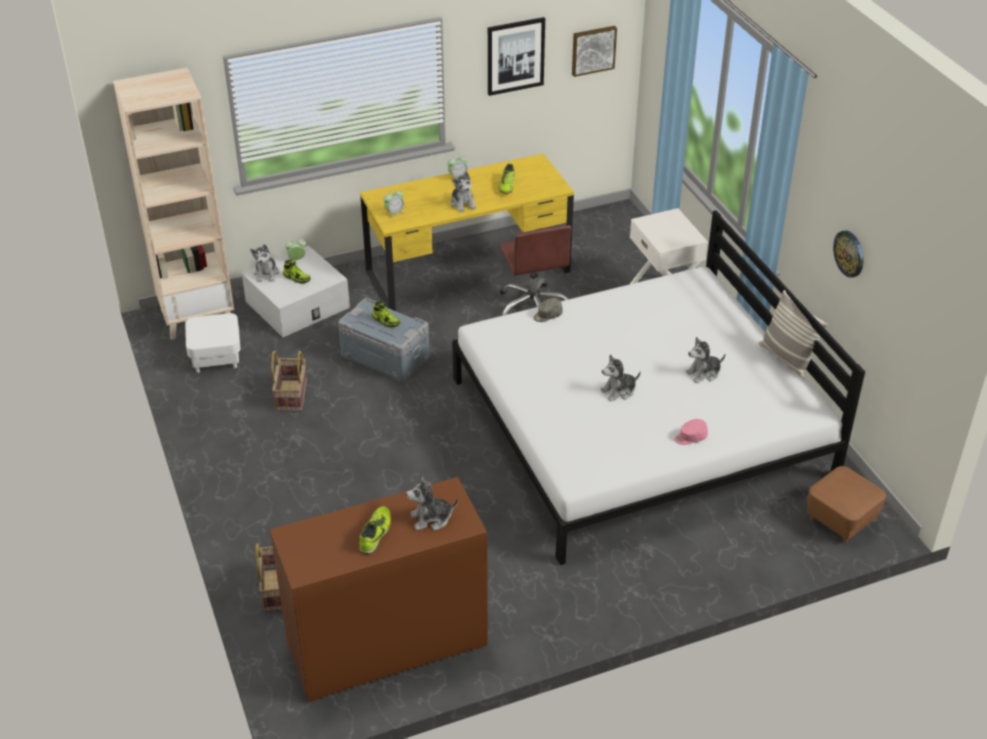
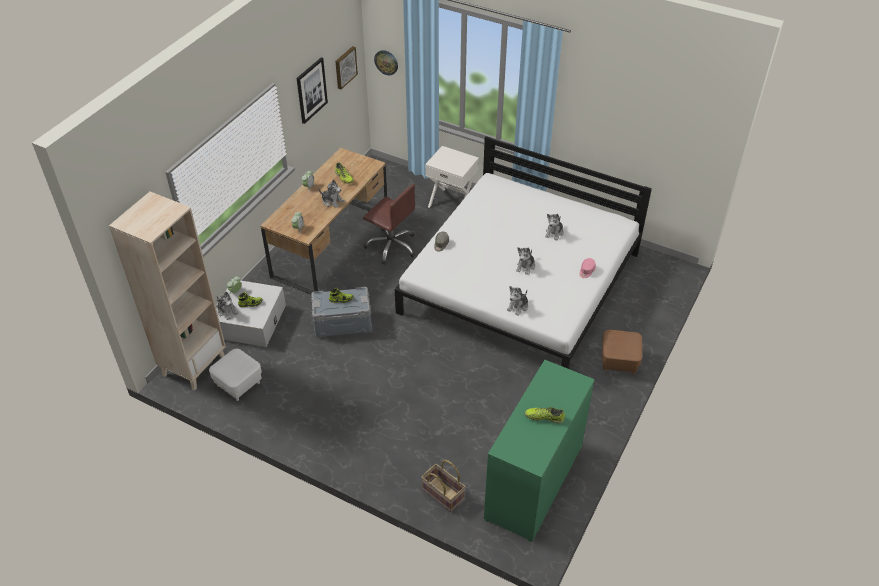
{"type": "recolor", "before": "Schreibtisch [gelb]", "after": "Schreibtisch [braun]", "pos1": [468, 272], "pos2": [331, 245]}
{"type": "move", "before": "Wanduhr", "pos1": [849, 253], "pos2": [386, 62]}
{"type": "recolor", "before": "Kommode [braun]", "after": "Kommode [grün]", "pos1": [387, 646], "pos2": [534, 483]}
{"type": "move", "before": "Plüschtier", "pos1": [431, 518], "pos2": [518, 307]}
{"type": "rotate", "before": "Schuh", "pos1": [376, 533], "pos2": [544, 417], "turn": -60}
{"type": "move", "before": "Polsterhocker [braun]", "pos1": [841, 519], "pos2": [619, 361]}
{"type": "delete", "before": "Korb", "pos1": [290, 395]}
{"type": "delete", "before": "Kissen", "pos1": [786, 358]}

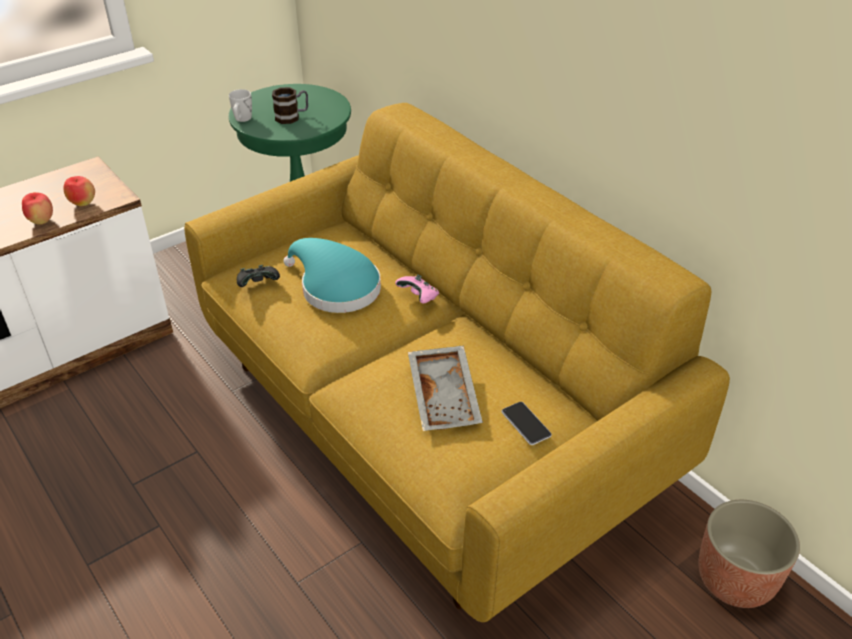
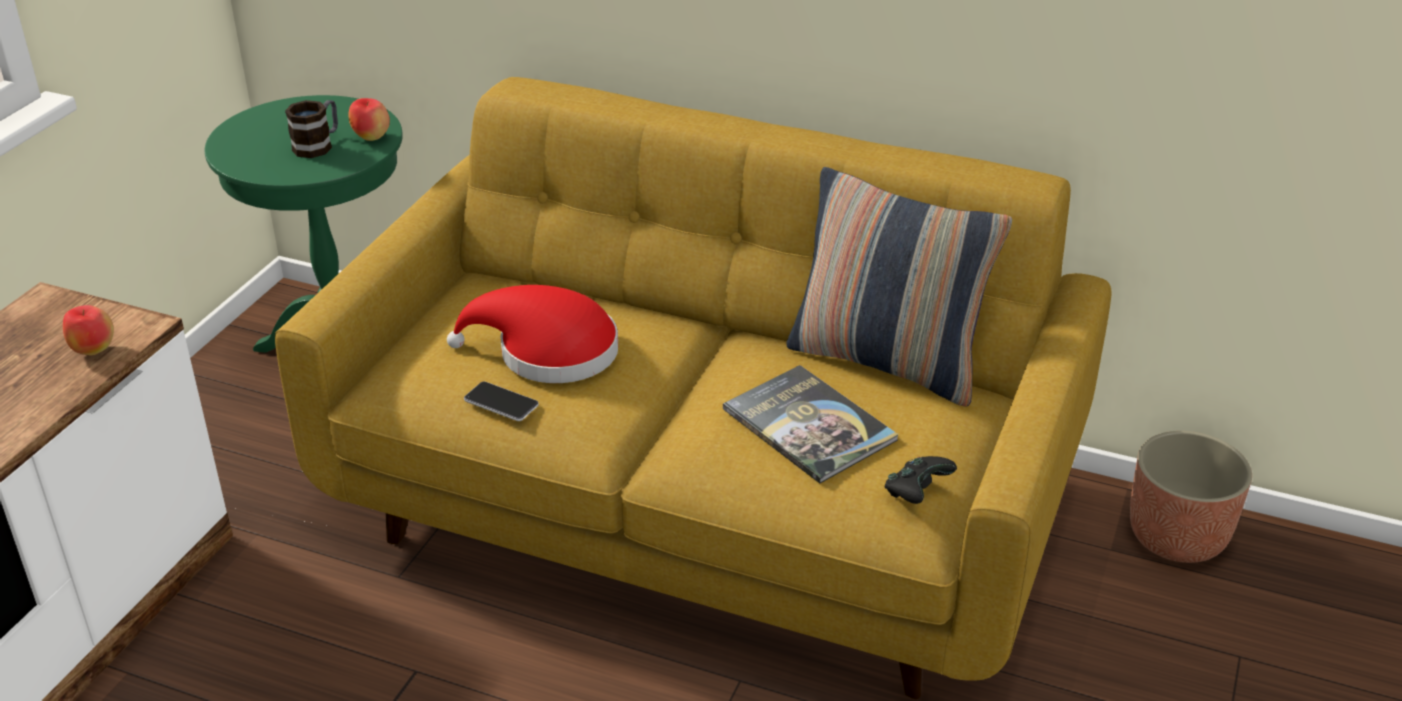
{"type": "move", "before": "Apfel", "pos1": [42, 221], "pos2": [371, 138]}
{"type": "recolor", "before": "Hut [türkis]", "after": "Hut [rot]", "pos1": [335, 288], "pos2": [548, 352]}
{"type": "move", "before": "Handy", "pos1": [526, 424], "pos2": [501, 403]}
{"type": "replace", "before": "Tablett [grau]", "after": "Buch", "pos1": [445, 397], "pos2": [809, 425]}
{"type": "insert", "after": "Kissen", "pos2": [887, 362]}
{"type": "move", "before": "Gamepad [schwarz]", "pos1": [258, 284], "pos2": [916, 492]}
{"type": "delete", "before": "Henkelbecher [weiß]", "pos1": [242, 120]}
{"type": "delete", "before": "Gamepad [rosa]", "pos1": [419, 297]}

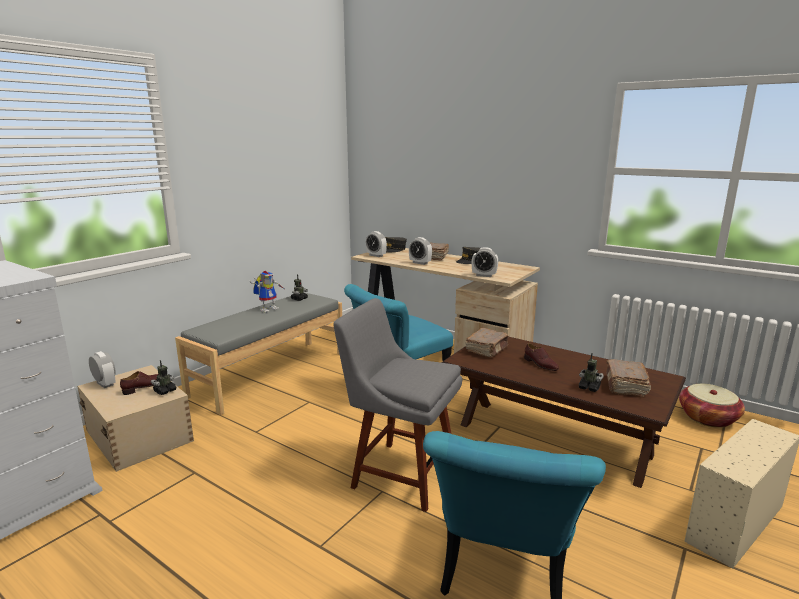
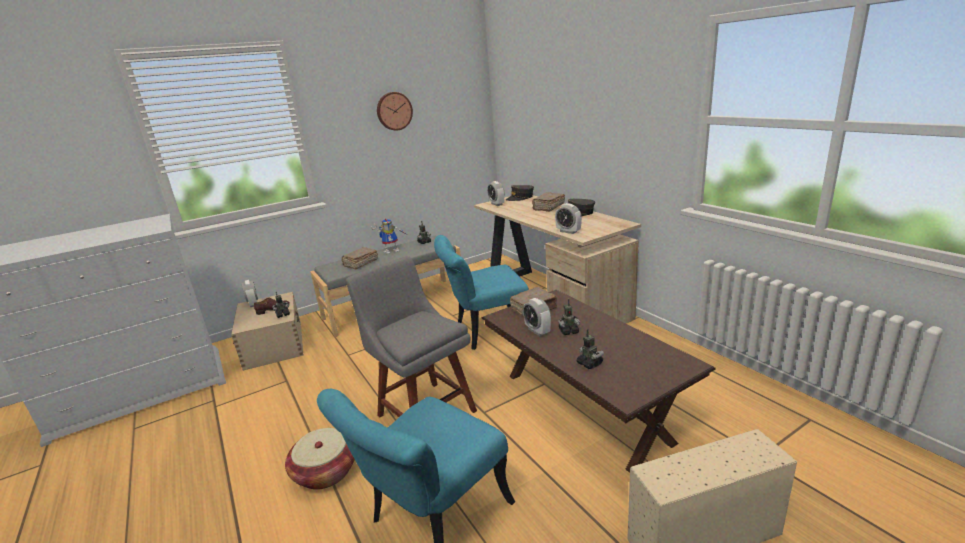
{"type": "move", "before": "Korb", "pos1": [707, 418], "pos2": [326, 471]}
{"type": "move", "before": "Buch [braun]", "pos1": [625, 386], "pos2": [360, 263]}
{"type": "insert", "after": "Wanduhr", "pos2": [394, 111]}
{"type": "move", "before": "Wecker", "pos1": [420, 263], "pos2": [537, 331]}
{"type": "replace", "before": "Schuh [braun]", "after": "Spielzeugroboter", "pos1": [540, 364], "pos2": [568, 331]}

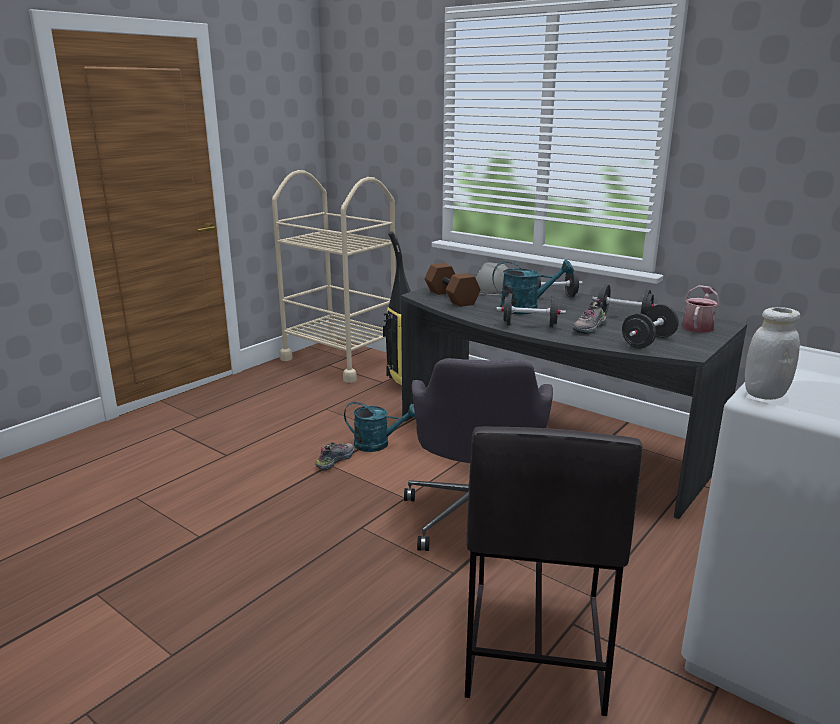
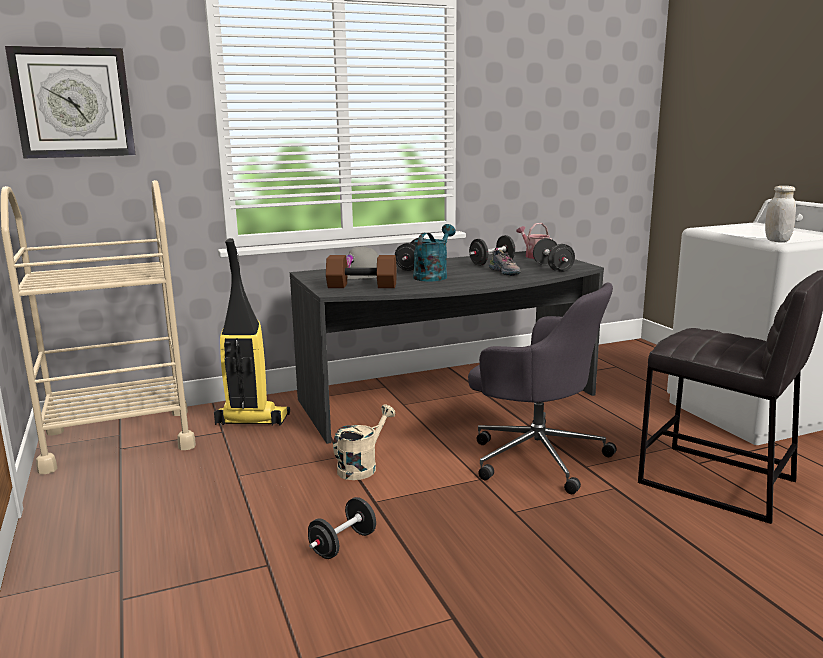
{"type": "insert", "after": "Wanduhr", "pos2": [73, 103]}
{"type": "move", "before": "Hantel [schwarz]", "pos1": [529, 325], "pos2": [343, 544]}
{"type": "recolor", "before": "Gießkanne [türkis]", "after": "Gießkanne [beige]", "pos1": [378, 444], "pos2": [362, 467]}
{"type": "delete", "before": "Schuh", "pos1": [335, 460]}

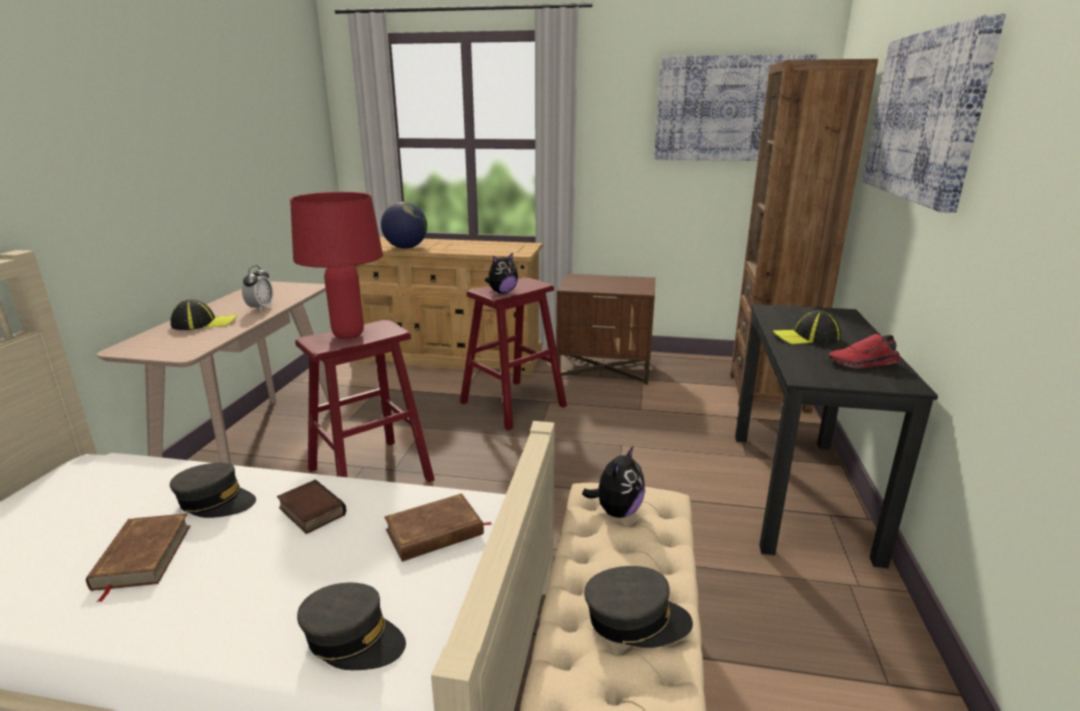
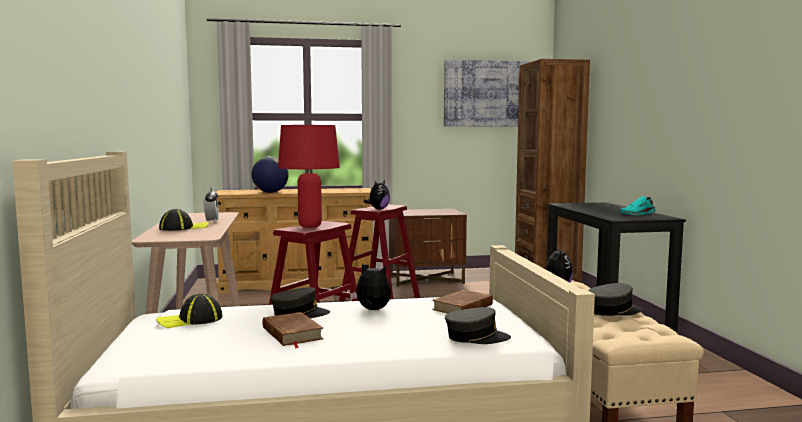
{"type": "move", "before": "Kappe", "pos1": [806, 337], "pos2": [190, 320]}
{"type": "replace", "before": "Buch", "after": "Plüschtier", "pos1": [310, 512], "pos2": [372, 310]}
{"type": "recolor", "before": "Schuh [rot]", "after": "Schuh [türkis]", "pos1": [863, 364], "pos2": [638, 214]}
{"type": "delete", "before": "Bild", "pos1": [927, 116]}

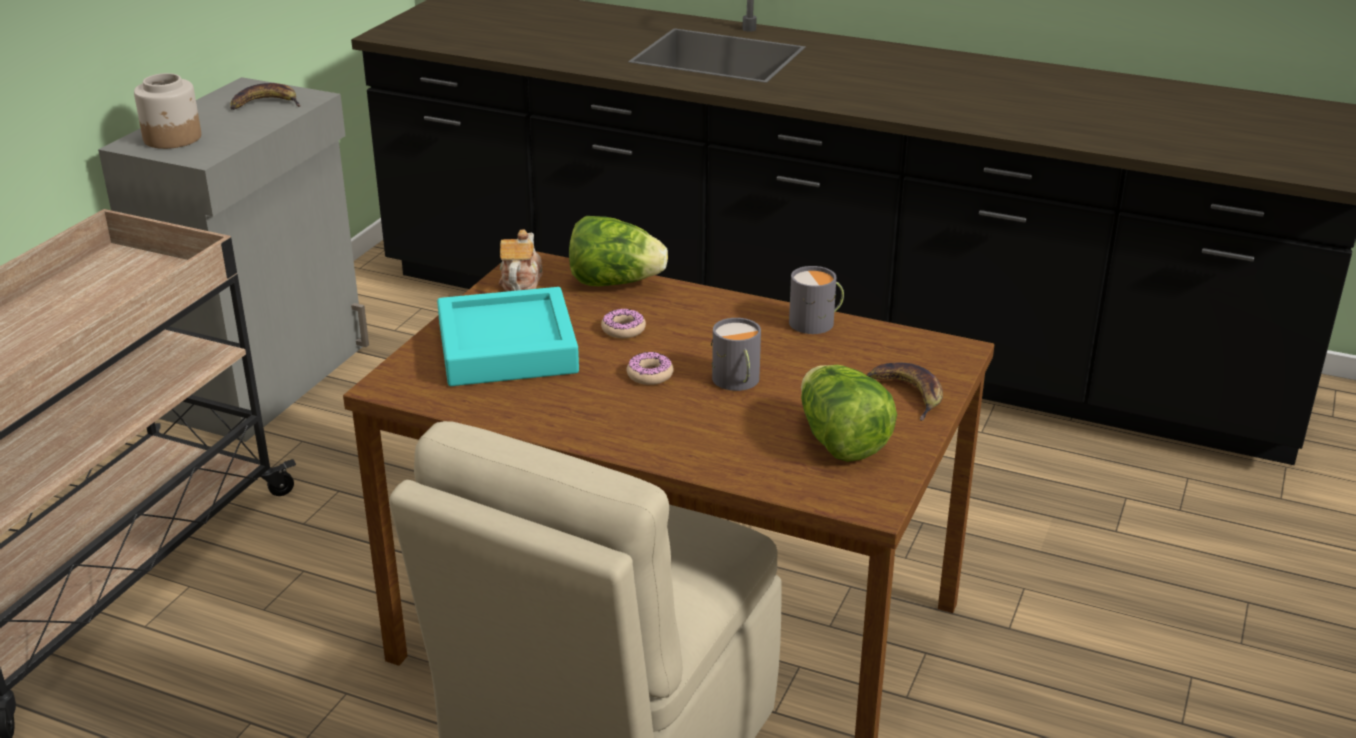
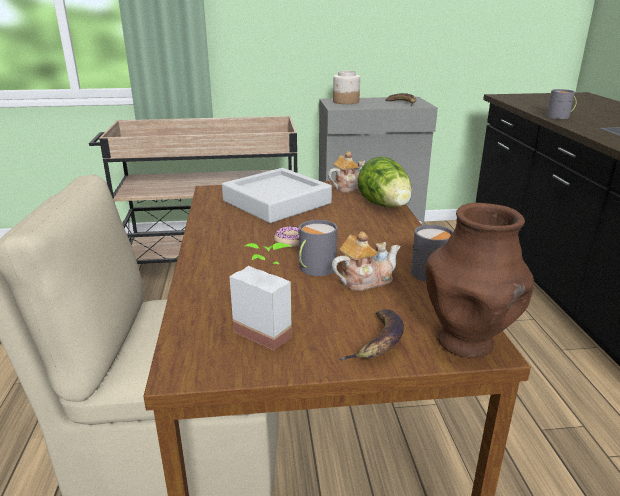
{"type": "recolor", "before": "Tablett [türkis]", "after": "Tablett [grau]", "pos1": [507, 348], "pos2": [277, 202]}
{"type": "replace", "before": "Salatkopf", "after": "Topfpflanze", "pos1": [840, 441], "pos2": [269, 329]}
{"type": "insert", "after": "Teekanne", "pos2": [364, 280]}
{"type": "insert", "after": "Vase [braun]", "pos2": [467, 343]}
{"type": "insert", "after": "Henkelbecher [grau]", "pos2": [560, 116]}
{"type": "delete", "before": "Donut", "pos1": [623, 329]}

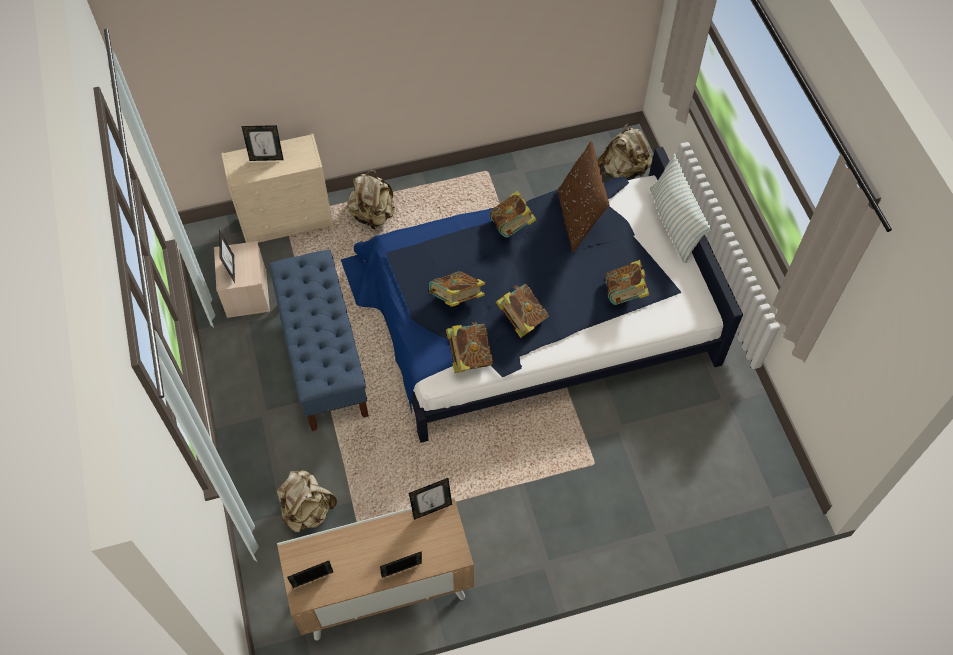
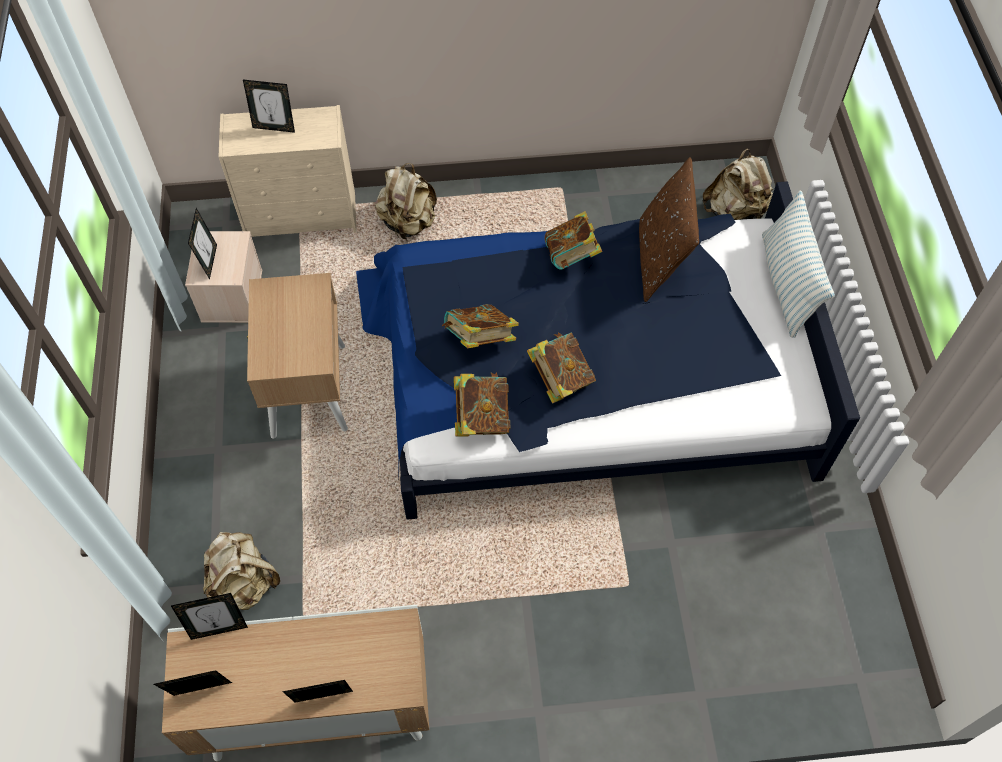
{"type": "move", "before": "Bilderrahmen", "pos1": [431, 509], "pos2": [219, 629]}
{"type": "replace", "before": "Bank [blau]", "after": "Nachttisch [beige]", "pos1": [324, 358], "pos2": [309, 391]}
{"type": "delete", "before": "Buch", "pos1": [625, 294]}

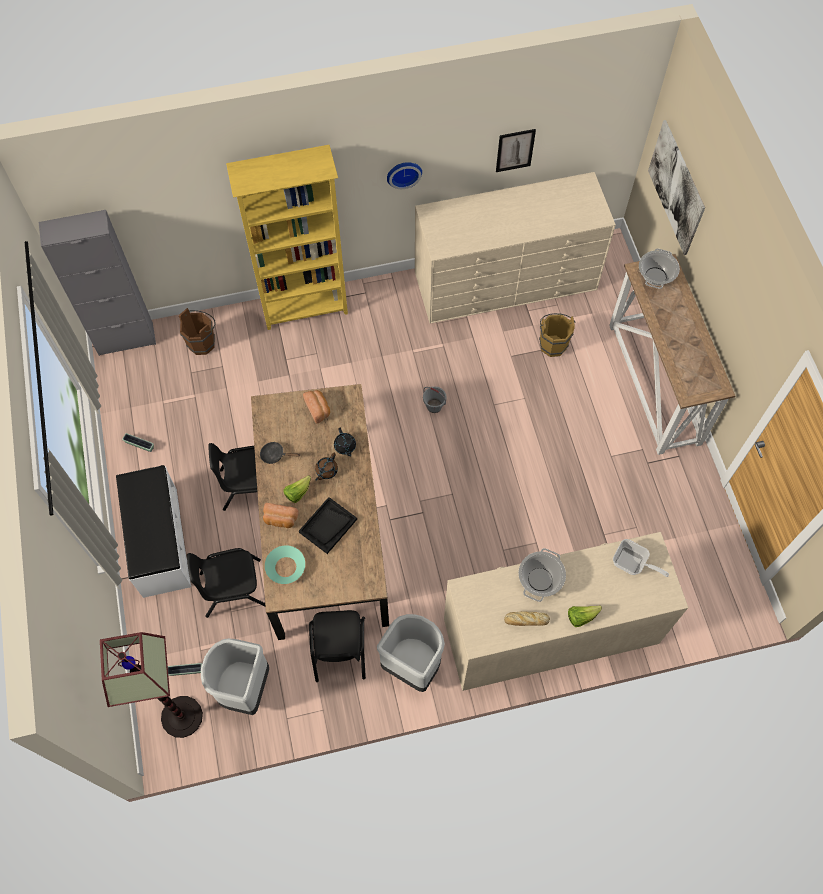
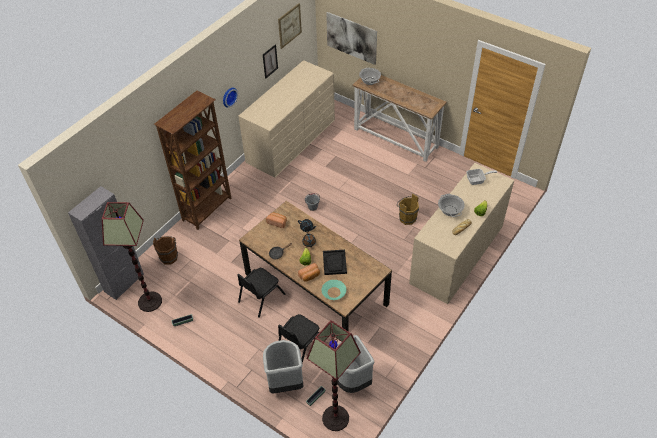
{"type": "insert", "after": "Stehlampe", "pos2": [150, 301]}
{"type": "recolor", "before": "Bücherregal [gelb]", "after": "Bücherregal [braun]", "pos1": [305, 308], "pos2": [208, 209]}
{"type": "move", "before": "Mülleimer [grau]", "pos1": [412, 665], "pos2": [285, 383]}
{"type": "insert", "after": "Bild", "pos2": [289, 25]}
{"type": "move", "before": "Eimer [braun]", "pos1": [552, 343], "pos2": [406, 217]}
{"type": "delete", "before": "Bank [weiß]", "pos1": [159, 542]}
{"type": "delete", "before": "Stuhl [schwarz]", "pos1": [339, 649]}

